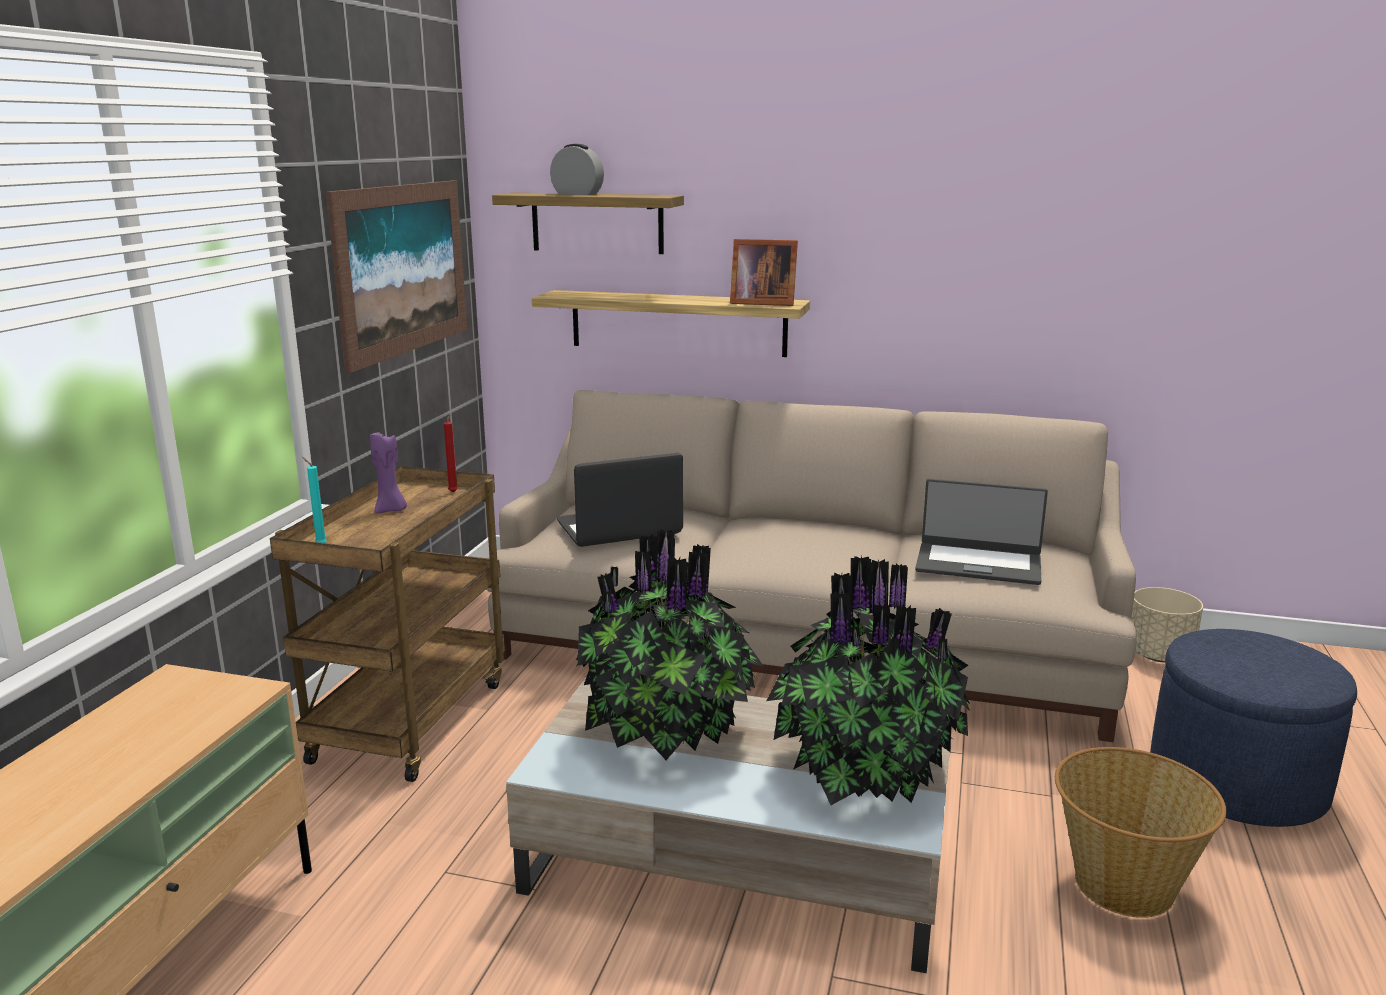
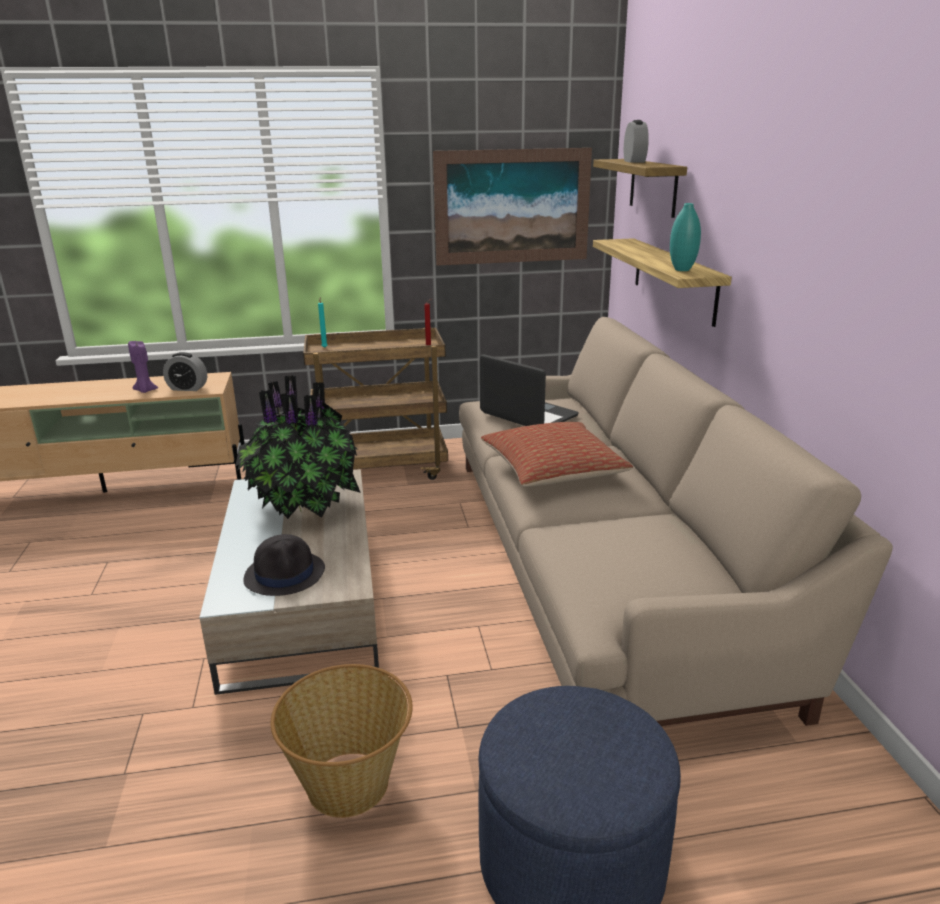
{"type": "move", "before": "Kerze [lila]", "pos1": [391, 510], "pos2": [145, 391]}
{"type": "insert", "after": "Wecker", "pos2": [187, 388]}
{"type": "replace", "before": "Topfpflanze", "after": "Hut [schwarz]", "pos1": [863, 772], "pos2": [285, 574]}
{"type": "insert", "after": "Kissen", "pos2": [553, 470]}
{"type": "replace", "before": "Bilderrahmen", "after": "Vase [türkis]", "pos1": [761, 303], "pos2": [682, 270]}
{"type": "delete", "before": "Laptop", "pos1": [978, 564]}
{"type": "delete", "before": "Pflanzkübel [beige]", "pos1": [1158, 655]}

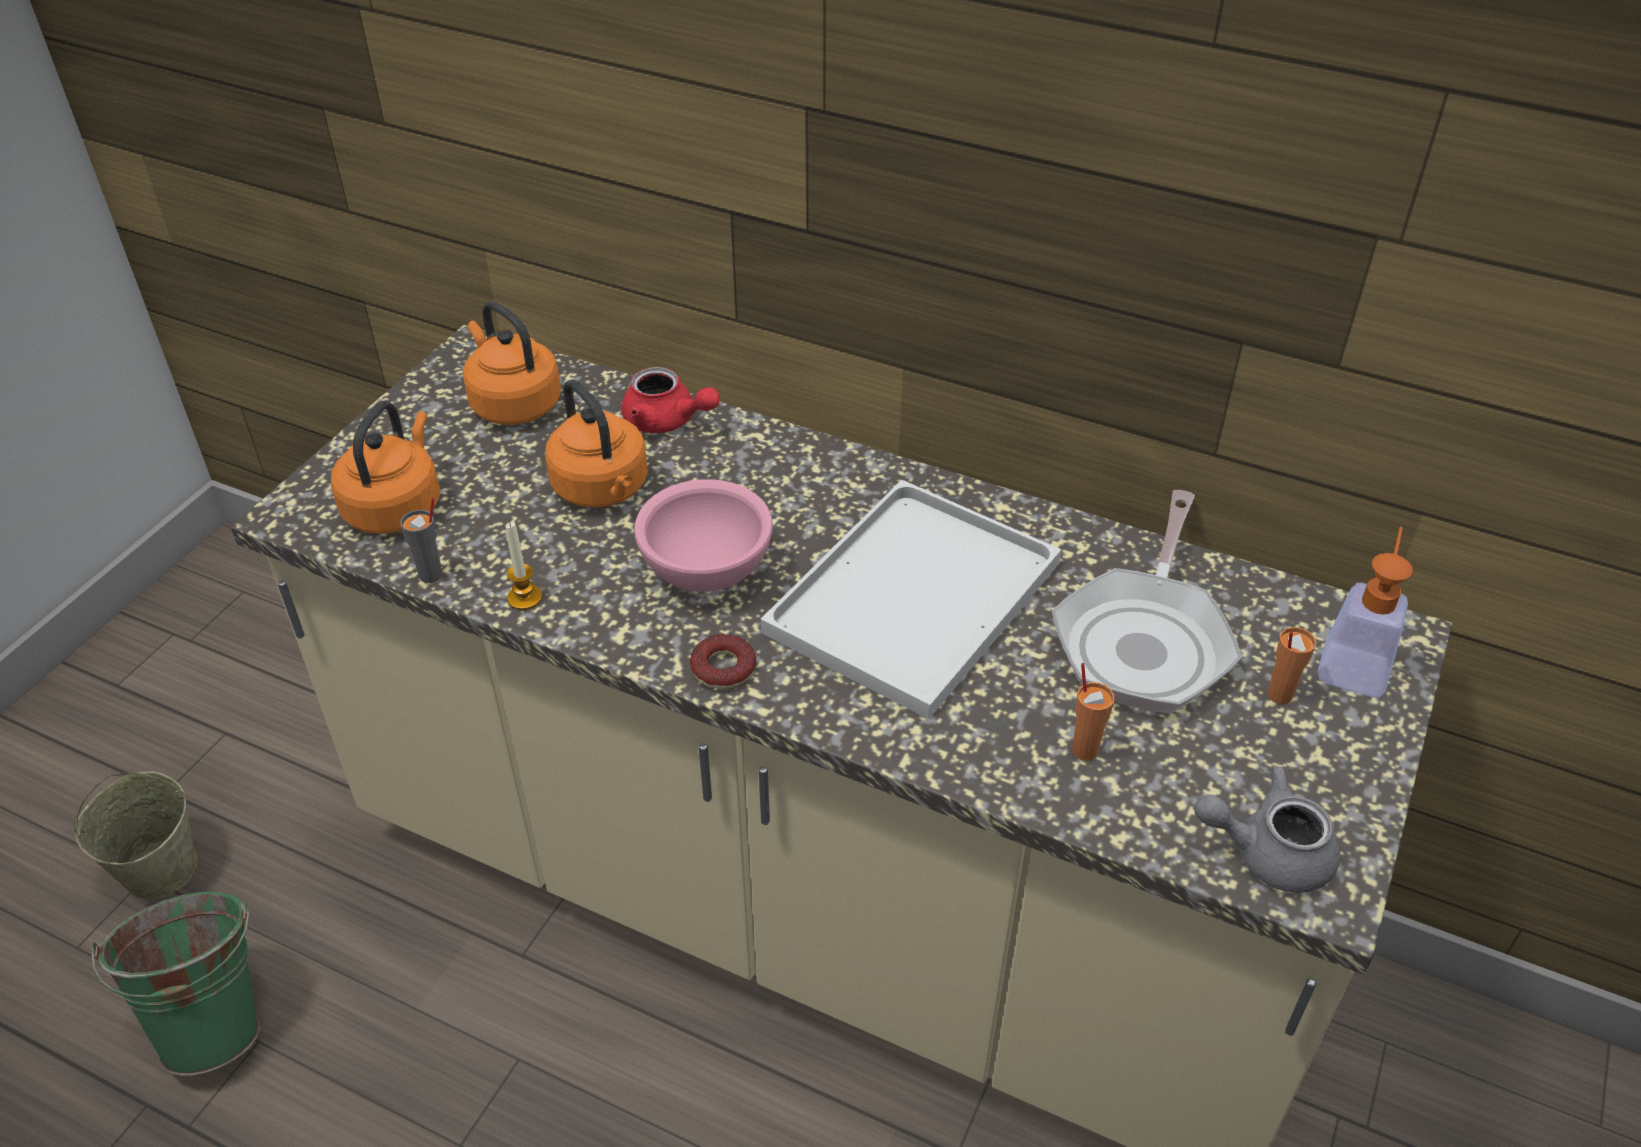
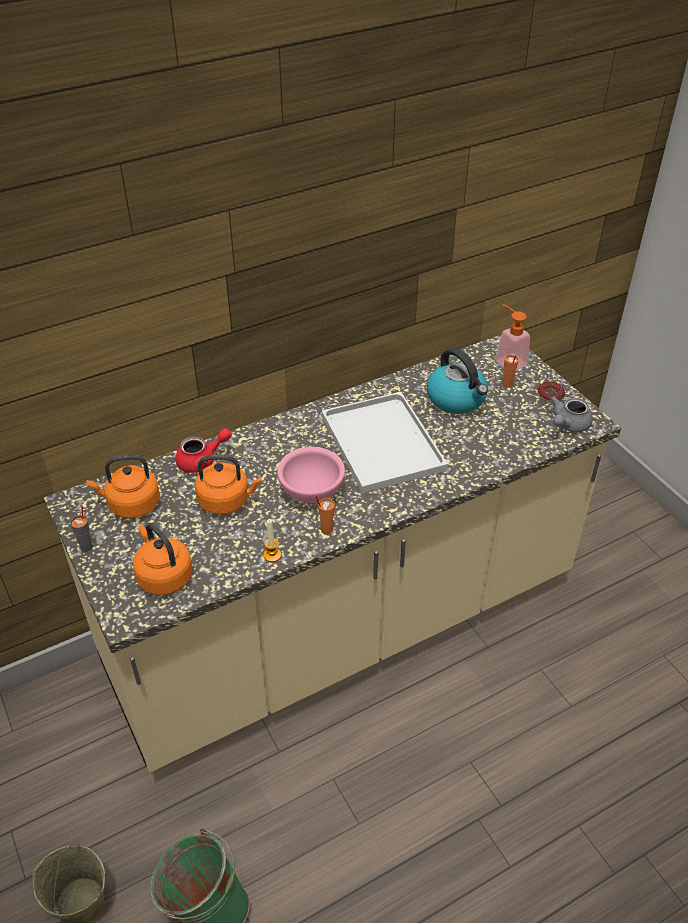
{"type": "move", "before": "Tasse [grau]", "pos1": [431, 575], "pos2": [87, 547]}
{"type": "move", "before": "Tasse [orange]", "pos1": [1084, 749], "pos2": [326, 530]}
{"type": "replace", "before": "Pfanne", "after": "Wasserkessel", "pos1": [1145, 640], "pos2": [457, 399]}
{"type": "move", "before": "Donut", "pos1": [723, 668], "pos2": [550, 395]}

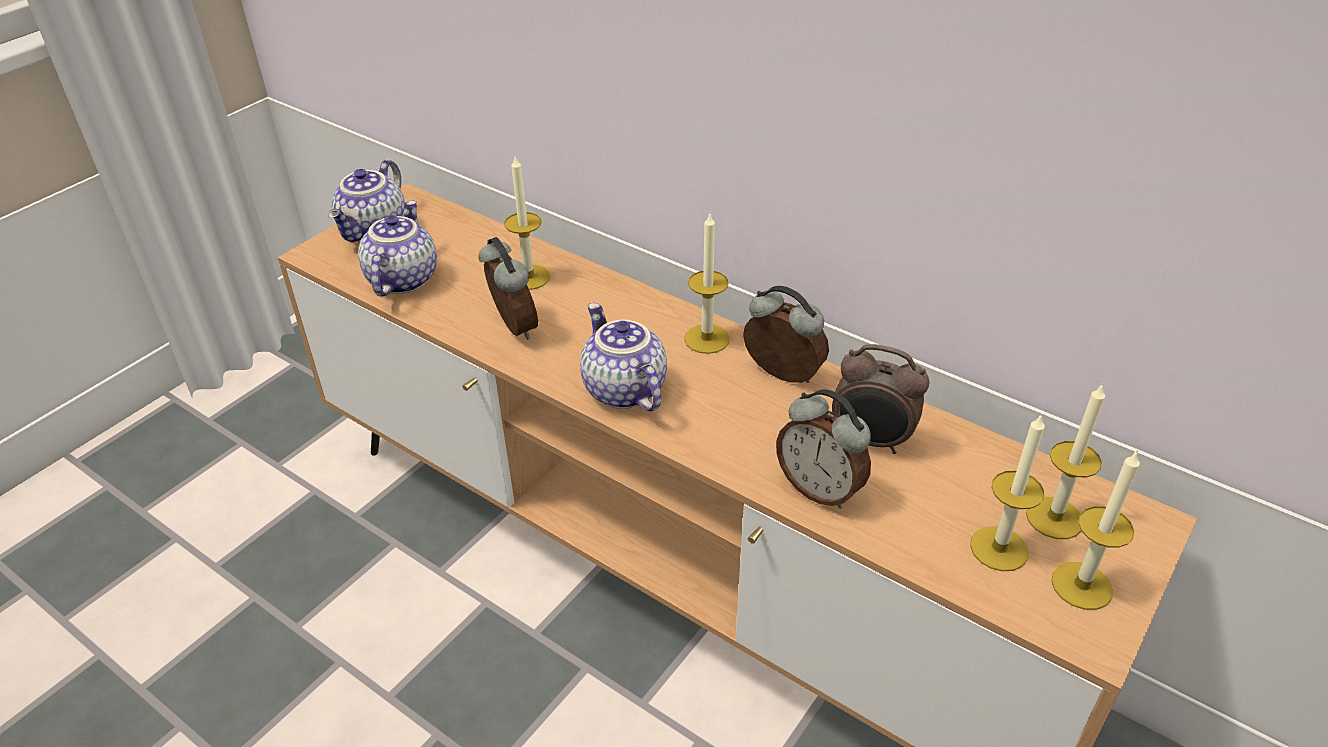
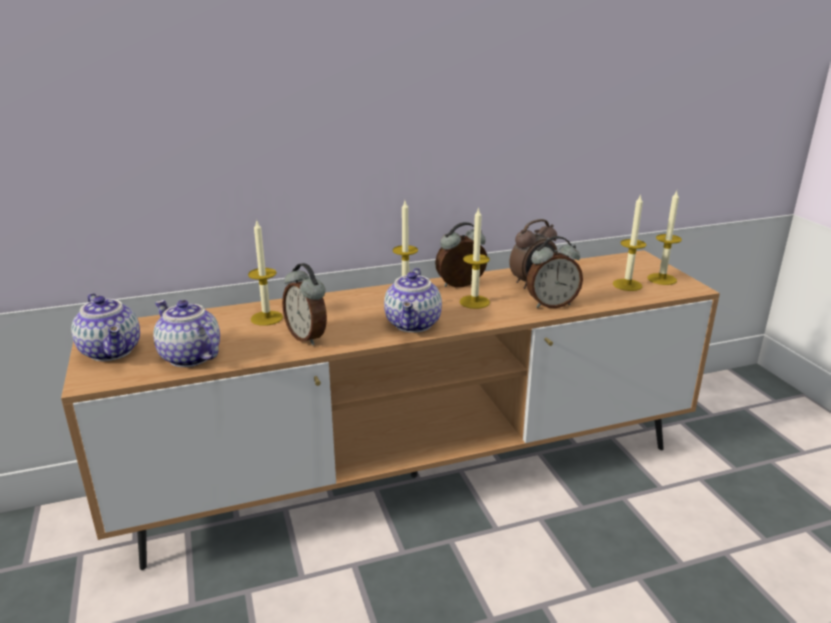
{"type": "rotate", "before": "Wecker", "pos1": [512, 328], "pos2": [307, 337], "turn": -135}
{"type": "rotate", "before": "Teekanne", "pos1": [622, 390], "pos2": [414, 324], "turn": -90}
{"type": "move", "before": "Kerze", "pos1": [1054, 518], "pos2": [474, 302]}

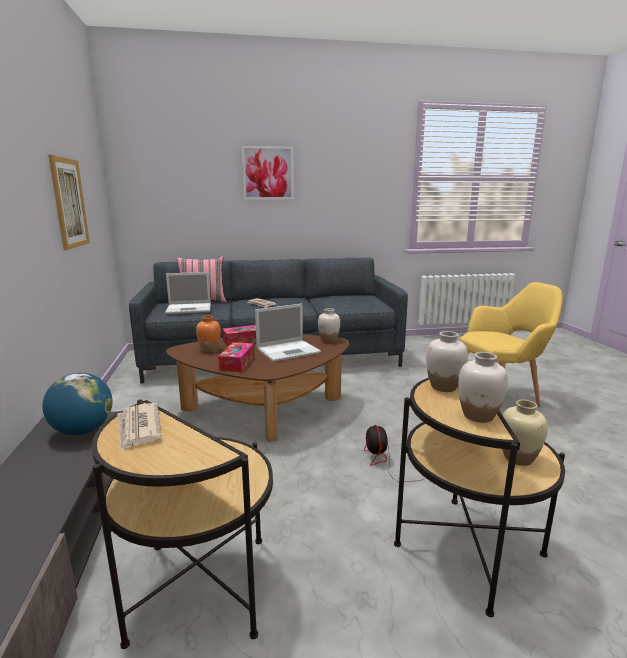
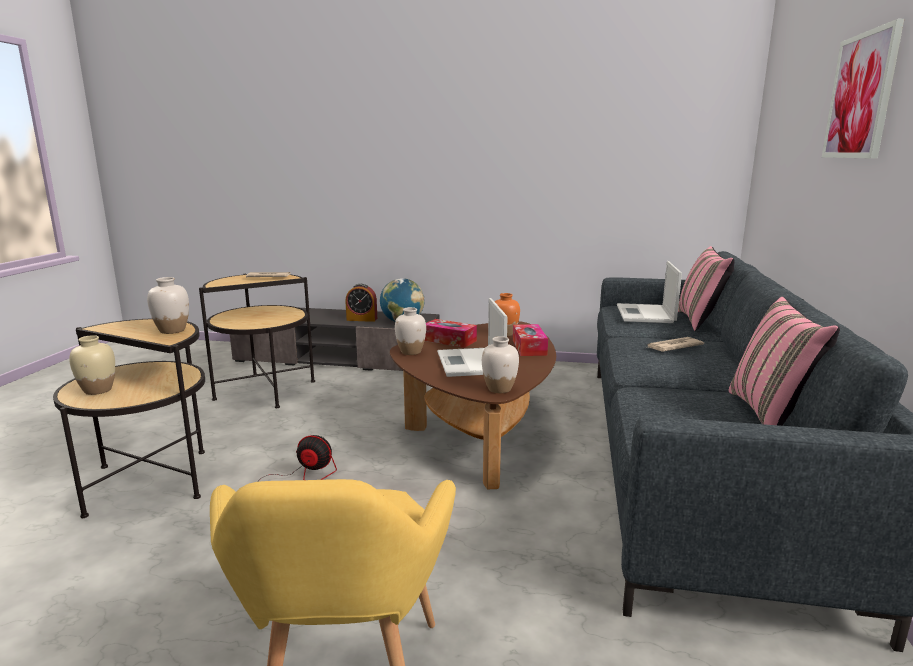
{"type": "insert", "after": "Wecker", "pos2": [362, 319]}
{"type": "move", "before": "Vase [weiß]", "pos1": [478, 416], "pos2": [411, 352]}
{"type": "insert", "after": "Kissen [rosa]", "pos2": [771, 415]}
{"type": "delete", "before": "Bild", "pos1": [69, 203]}

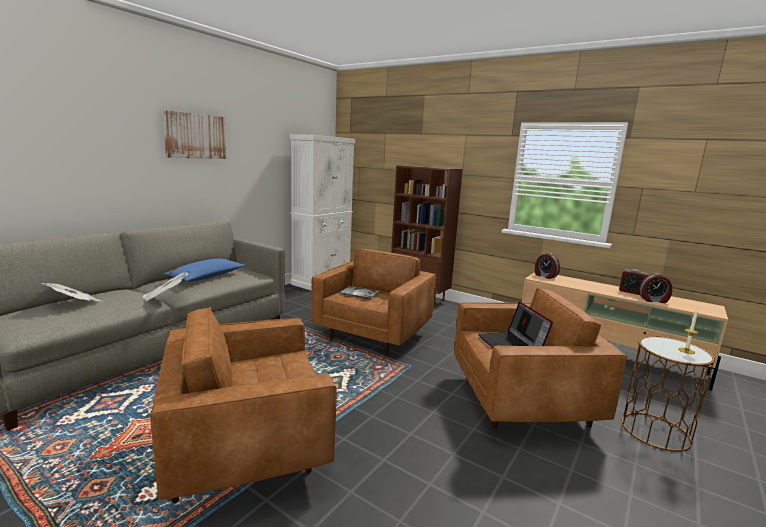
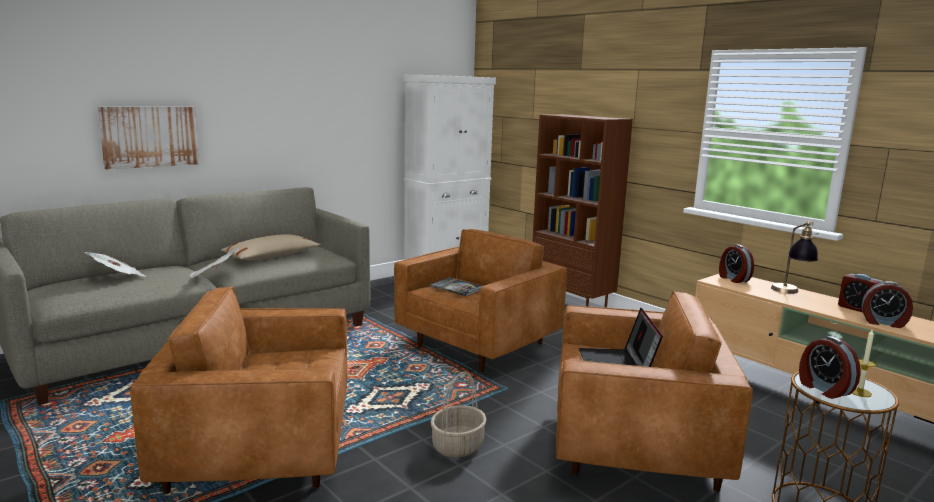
{"type": "move", "before": "Bild", "pos1": [195, 136], "pos2": [150, 136]}
{"type": "recolor", "before": "Kissen [blau]", "after": "Kissen [beige]", "pos1": [206, 277], "pos2": [271, 257]}
{"type": "insert", "after": "Korb", "pos2": [458, 446]}
{"type": "insert", "after": "Tischlampe", "pos2": [790, 293]}
{"type": "insert", "after": "Wecker", "pos2": [823, 389]}

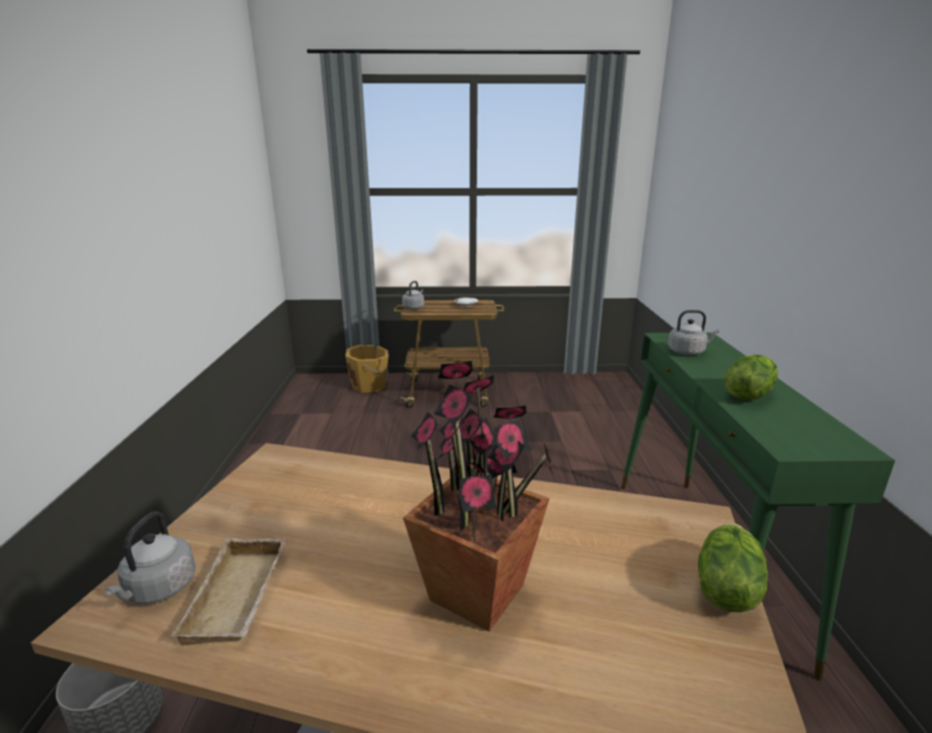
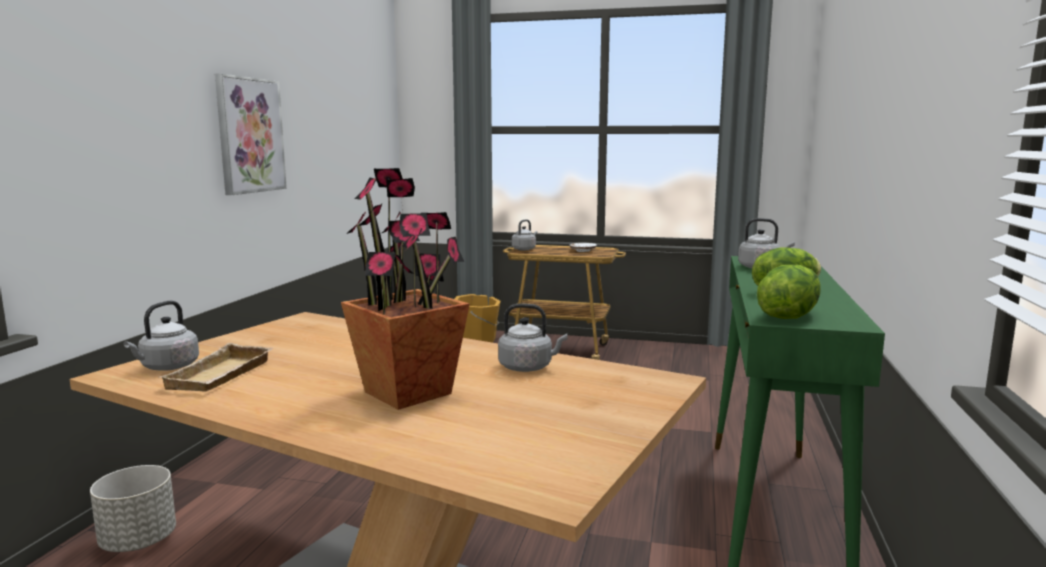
{"type": "insert", "after": "Bild", "pos2": [250, 135]}
{"type": "insert", "after": "Wasserkessel [grau]", "pos2": [528, 367]}
{"type": "move", "before": "Salatkopf", "pos1": [724, 588], "pos2": [787, 316]}

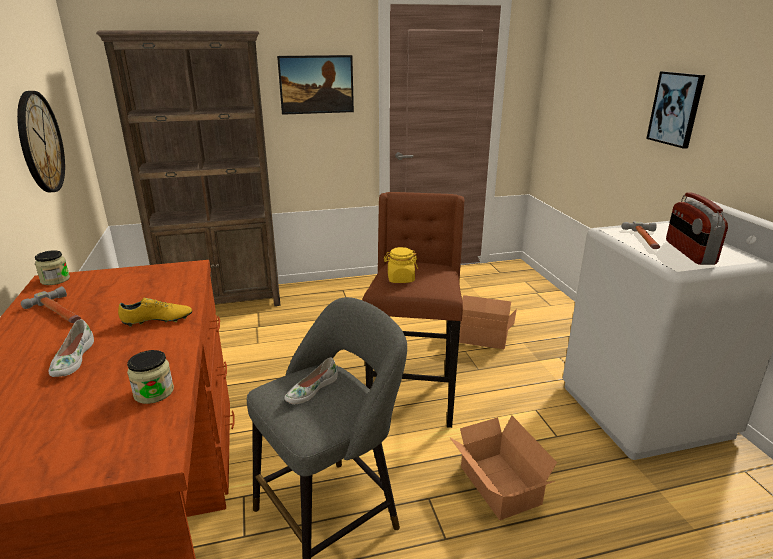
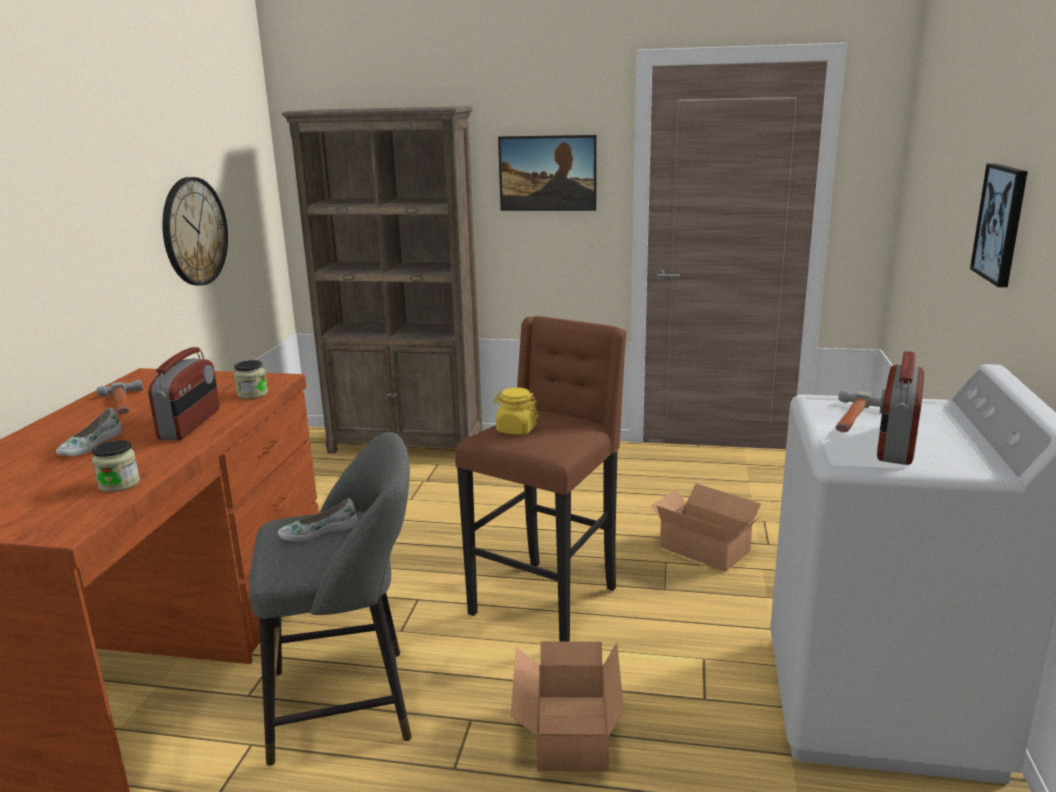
{"type": "replace", "before": "Schuh [gelb]", "after": "Radio", "pos1": [157, 321], "pos2": [191, 425]}
{"type": "move", "before": "Vorratsglas", "pos1": [55, 280], "pos2": [252, 394]}

